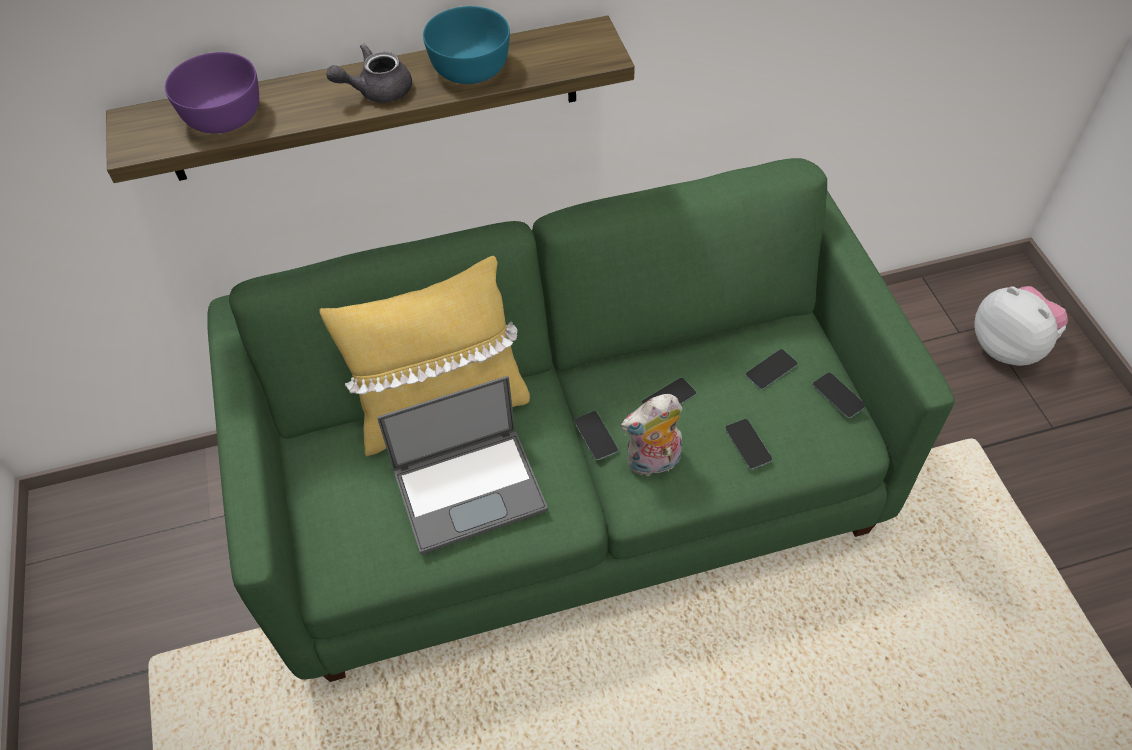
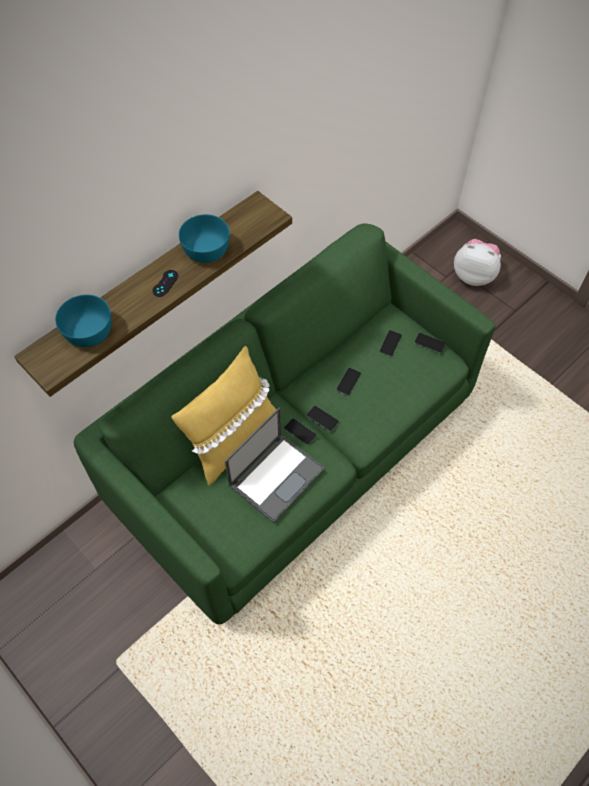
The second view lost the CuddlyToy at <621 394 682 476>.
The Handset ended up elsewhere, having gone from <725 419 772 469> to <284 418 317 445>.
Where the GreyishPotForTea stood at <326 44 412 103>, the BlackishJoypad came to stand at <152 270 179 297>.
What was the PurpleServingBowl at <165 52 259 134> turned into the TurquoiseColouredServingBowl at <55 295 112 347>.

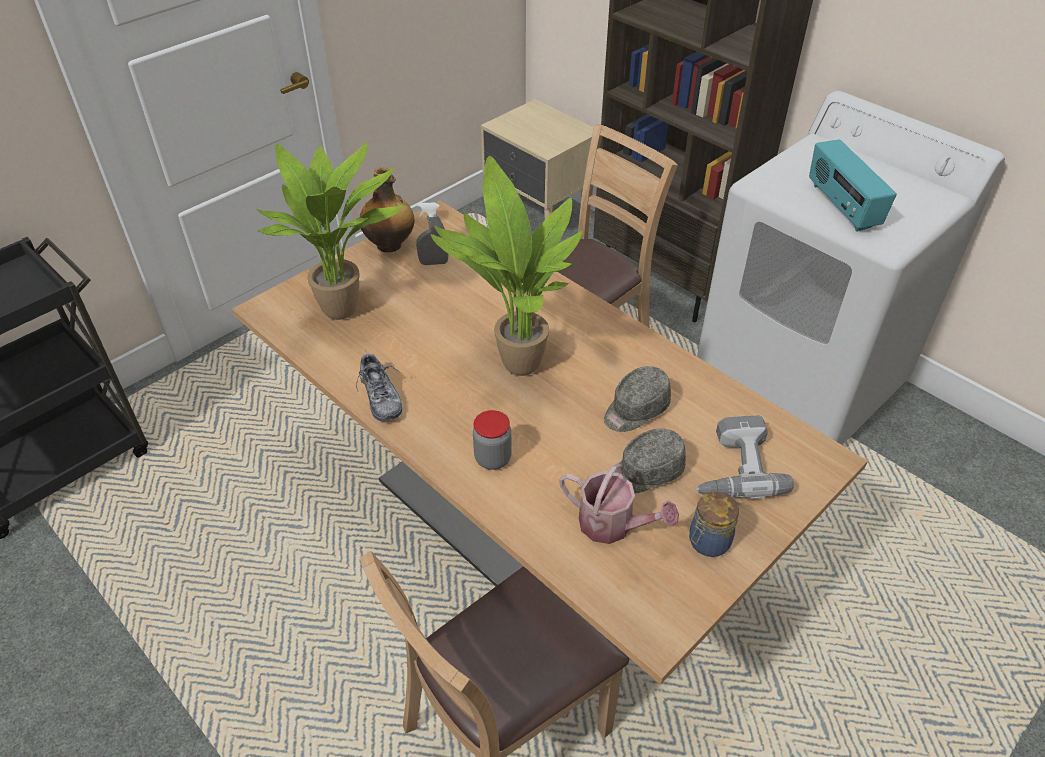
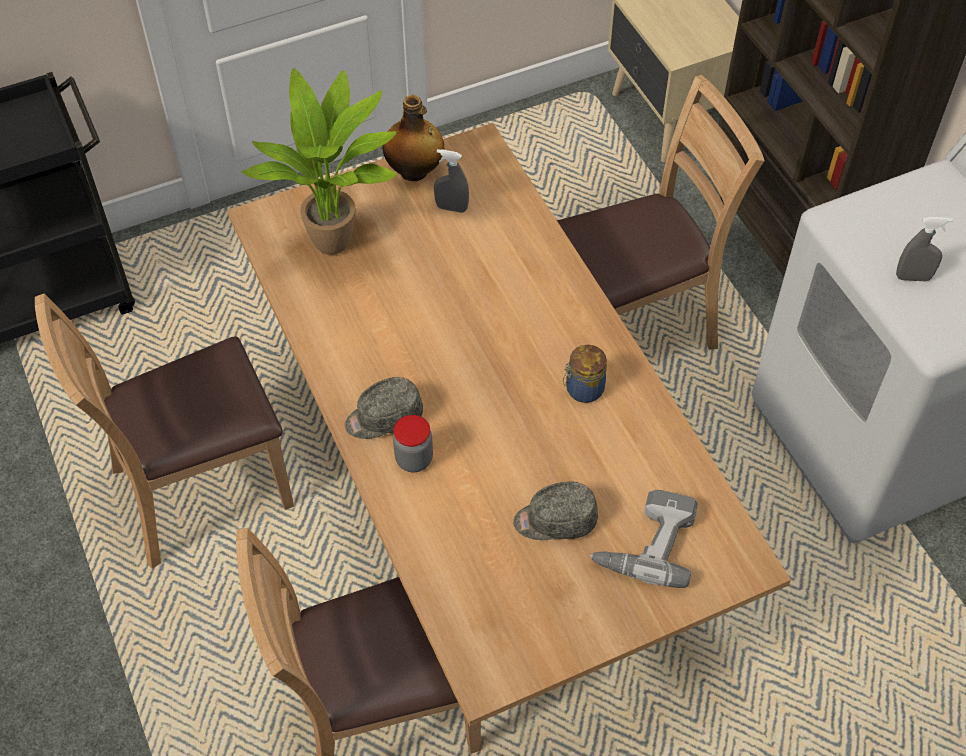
The second view lost the Shoe at <356 350 402 421>.
The second view lost the PottedPlant at <431 156 582 376>.
The second view lost the SprinklingCan at <559 463 679 544>.
The second view gained the BrownishPlainChair at <35 294 294 569>.
The GreyishBaseballCap ended up elsewhere, having gone from <604 366 671 432> to <345 377 423 439>.
The Jar ended up elsewhere, having gone from <689 491 739 557> to <563 345 607 403>.
Where the RadioReceiver stood at <809 139 897 232>, the GreyishSprayer came to stand at <896 217 953 281>.

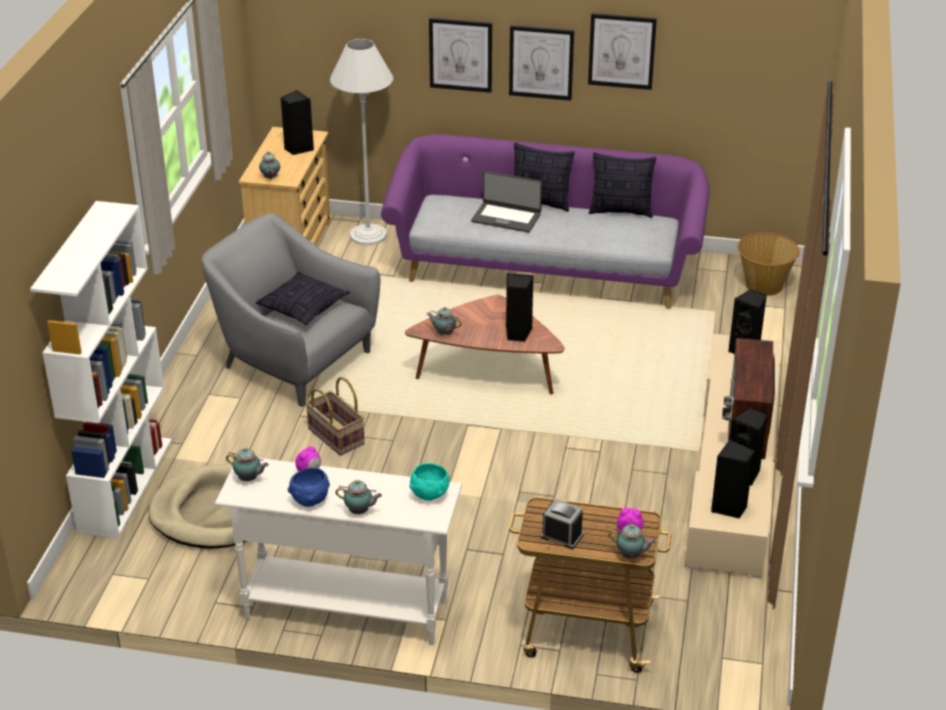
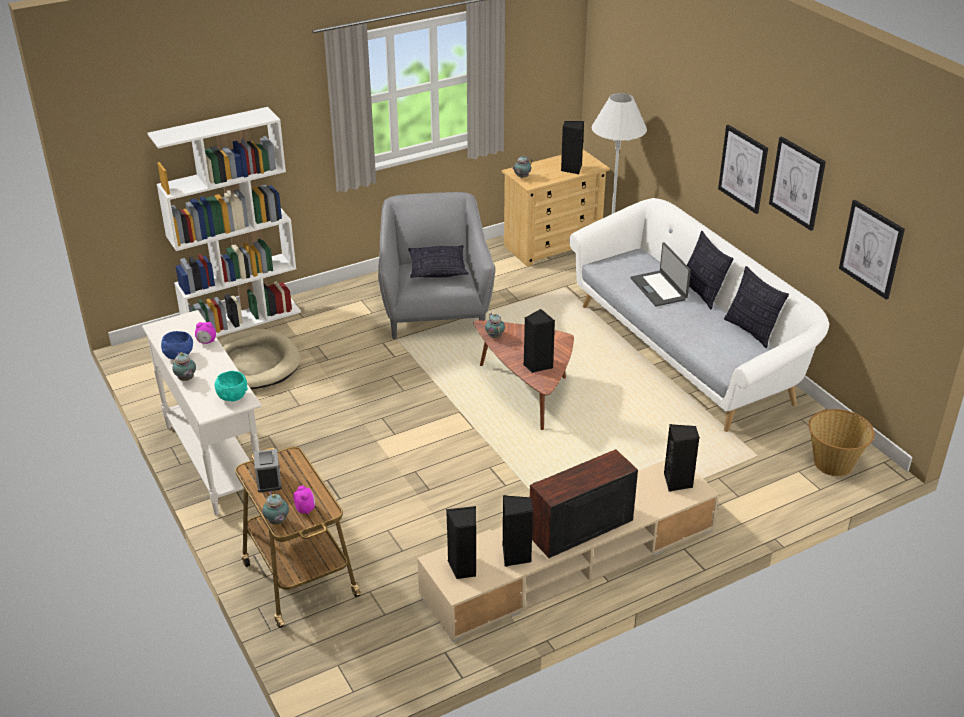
The second view lost the PotForTea at <226 448 269 481>.
The second view lost the StorageBasket at <305 377 365 456>.
The Picture ended up elsewhere, having gone from <429 18 492 93> to <839 200 905 300>.
What was the PurpleCouch at <381 134 710 309> turned into the WhiteCouch at <569 198 829 432>.

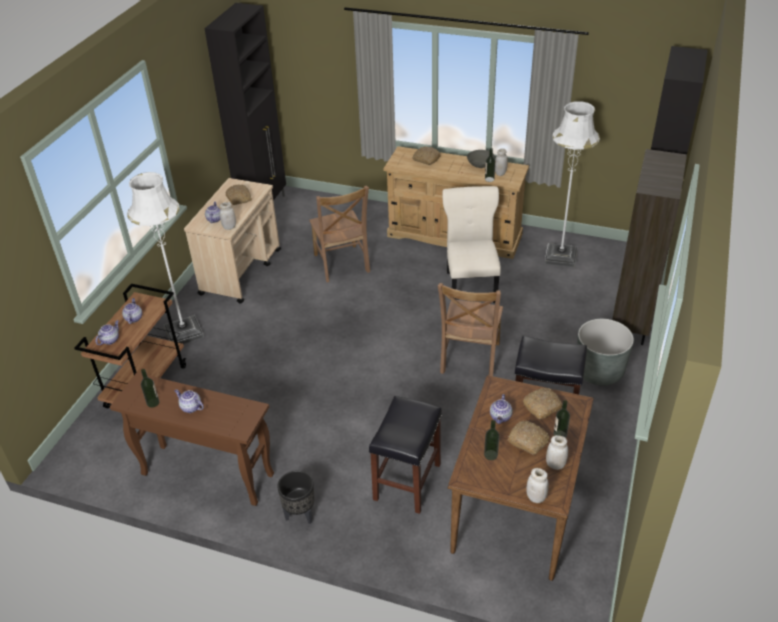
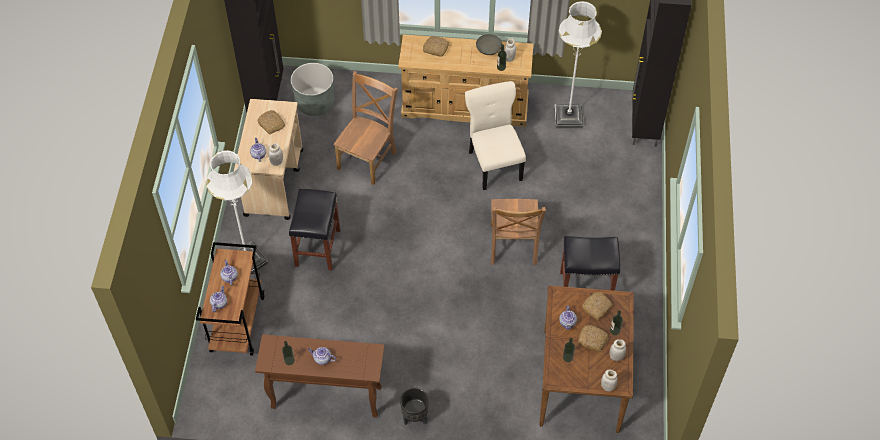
The second view lost the BrownishBookshelf at <612 149 687 345>.
The BlackishSittingStool ended up elsewhere, having gone from <369 396 442 514> to <289 189 341 271>.
The GreyishFlowerPot ended up elsewhere, having gone from <577 319 634 386> to <291 63 334 116>.
The BrownishPlainChair at <309 186 370 282> ended up facing another way, 120 degrees counterclockwise from before.

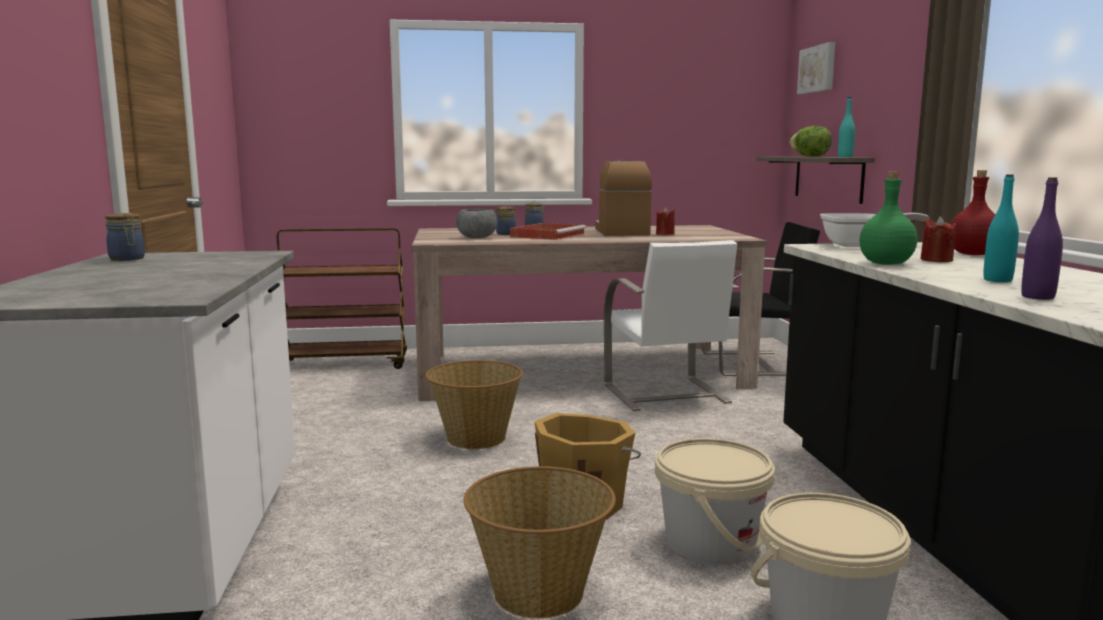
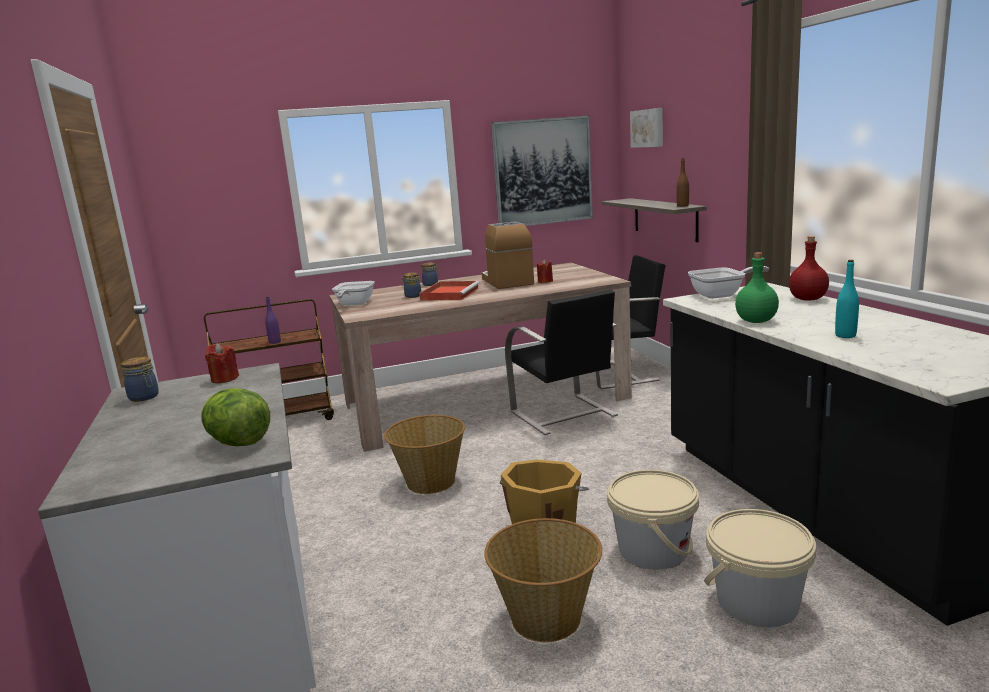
The second view lost the GreyishServingBowl at <456 209 498 238>.
The second view gained the Pan at <332 281 375 306>.
The second view gained the Picture at <491 115 593 226>.
The LettuceHead ended up elsewhere, having gone from <790 126 832 157> to <201 388 270 446>.
The RedWaxLight ended up elsewhere, having gone from <920 216 956 262> to <205 343 239 383>.
The PurpleBottle ended up elsewhere, having gone from <1021 177 1063 300> to <265 297 281 344>.
What was the WhitePlainChair at <604 240 739 411> turned into the BlackishPlainChair at <505 289 618 435>.
What was the TurquoiseColouredBottle at <838 97 855 157> turned into the BrownishBottle at <676 158 689 207>.

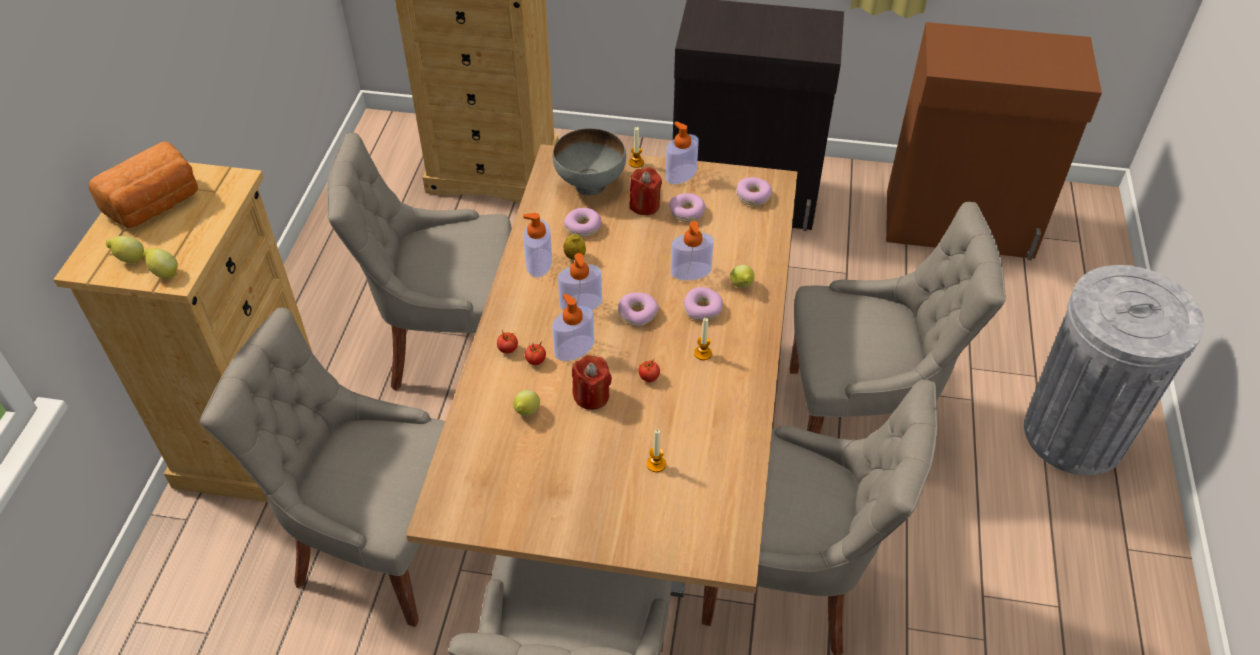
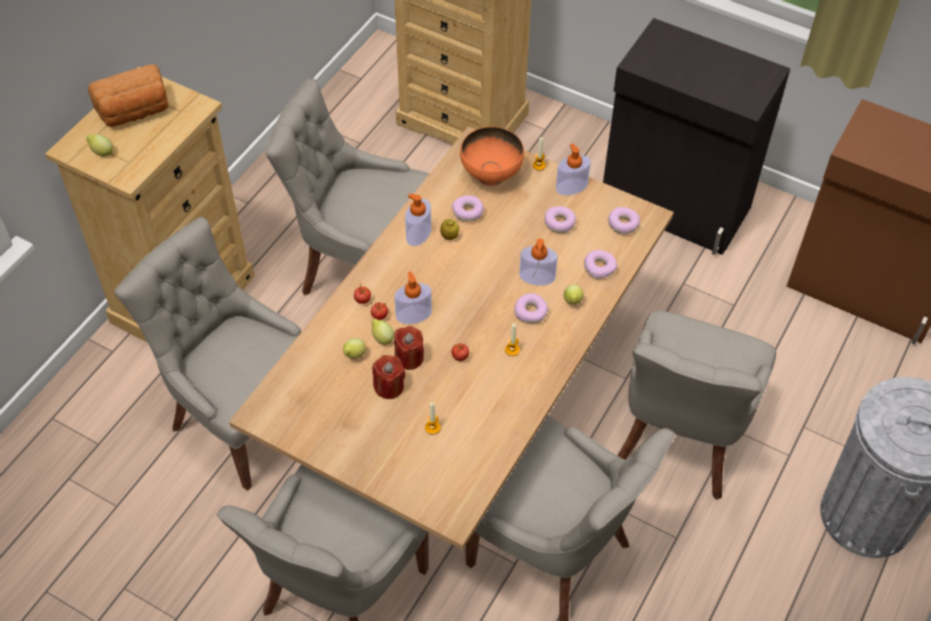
The second view lost the LiquidSoapBottle at <558 253 602 311>.
The Lemon ended up elsewhere, having gone from <143 248 178 278> to <372 319 394 345>.
The Doughnut ended up elsewhere, having gone from <618 293 658 326> to <584 250 617 279>.
The RedWaxLight ended up elsewhere, having gone from <629 167 662 215> to <372 355 406 399>.
What was the GreyishServingBowl at <553 128 626 196> turned into the OrangeColouredServingBowl at <460 127 524 186>.
The GreyishPlainChair at <790 202 1006 434> ended up facing another way, 90 degrees clockwise from before.

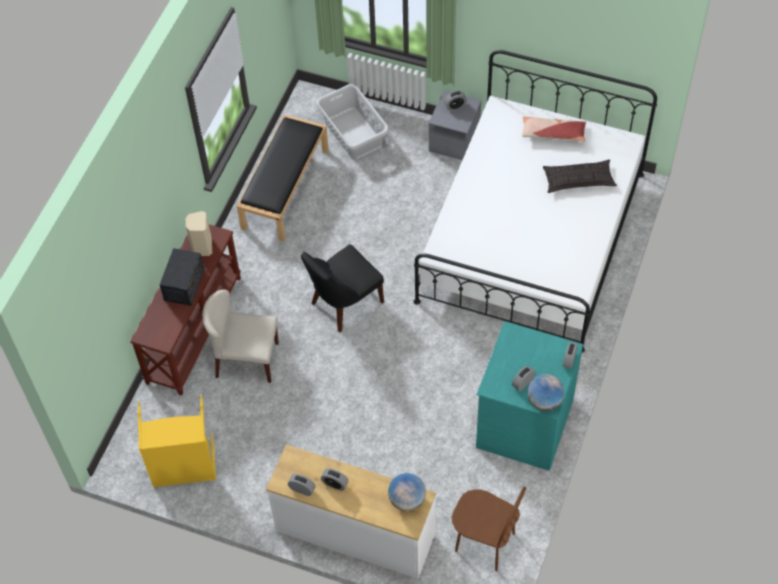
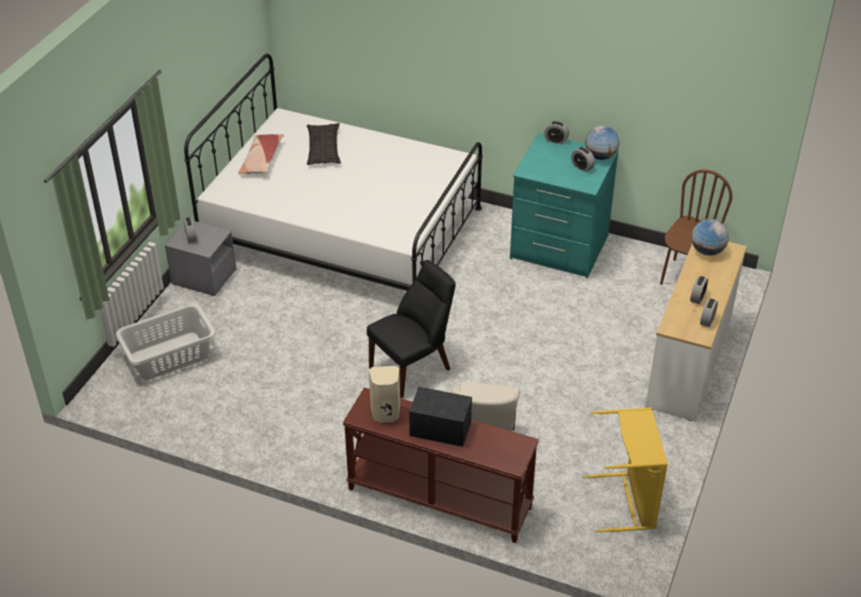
The second view lost the BlackishBench at <237 114 329 242>.
The BlackishPlainChair at <301 244 384 332> ended up facing another way, 90 degrees counterclockwise from before.

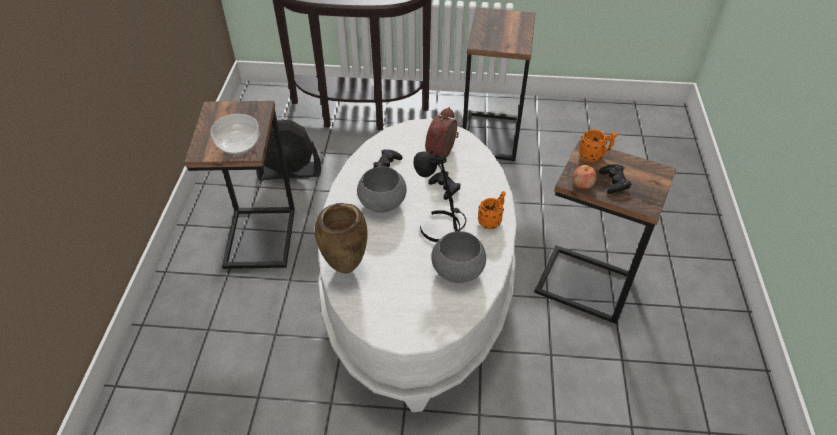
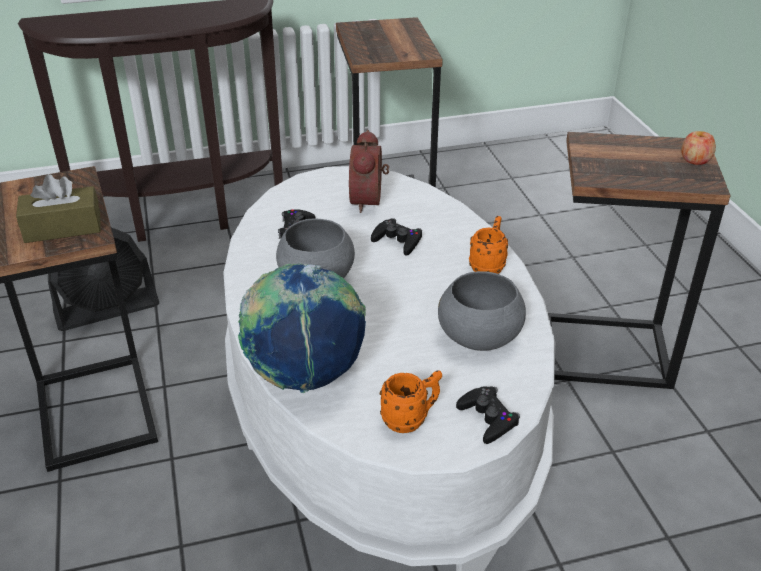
The second view lost the BlackishTabletopLamp at <413 151 466 242>.
The AppleFruit ended up elsewhere, having gone from <573 165 596 189> to <681 131 716 165>.
The OrangeColouredTeaMug ended up elsewhere, having gone from <579 129 618 162> to <380 370 442 433>.
The BlackishJoypad ended up elsewhere, having gone from <599 164 632 194> to <456 386 520 444>.
Where the ServingBowl stood at <211 114 260 154>, the BrownishBoxOfTissues came to stand at <16 174 101 243>.
Where the BrownishVase stood at <315 203 368 273>, the Globe came to stand at <238 263 366 393>.

